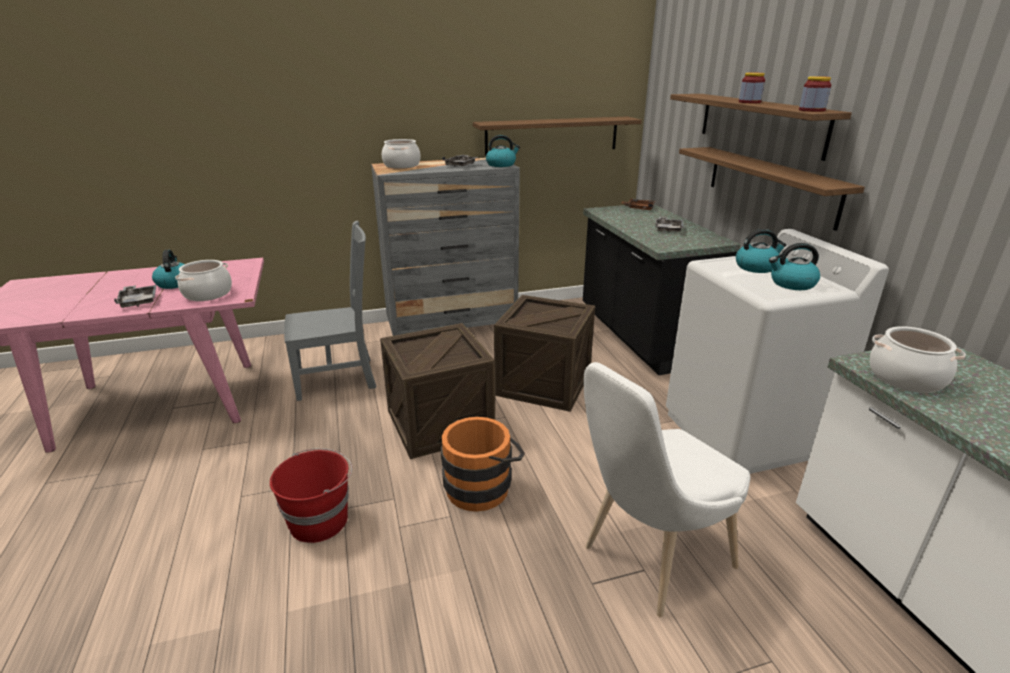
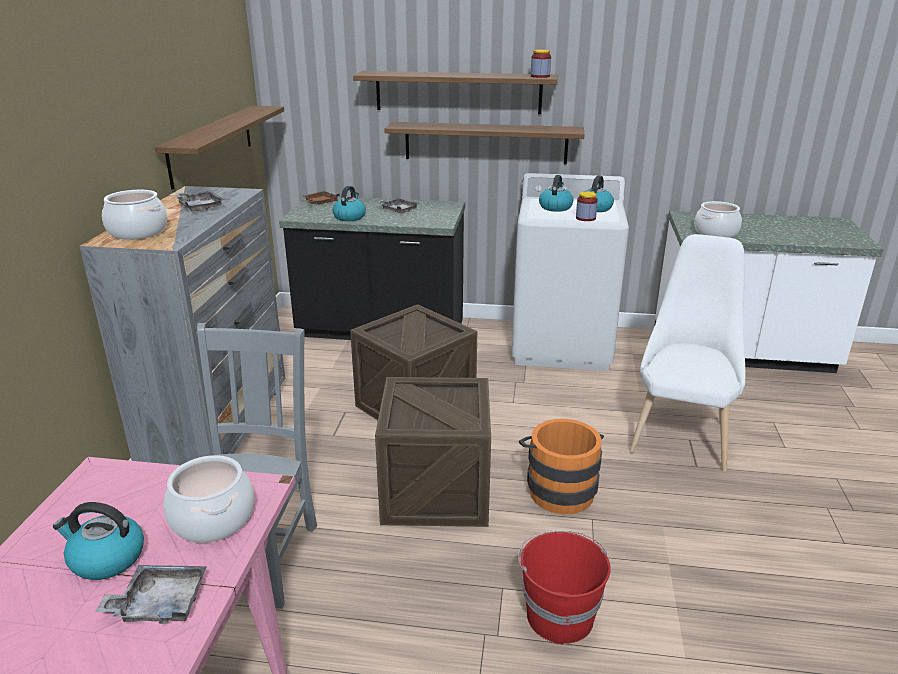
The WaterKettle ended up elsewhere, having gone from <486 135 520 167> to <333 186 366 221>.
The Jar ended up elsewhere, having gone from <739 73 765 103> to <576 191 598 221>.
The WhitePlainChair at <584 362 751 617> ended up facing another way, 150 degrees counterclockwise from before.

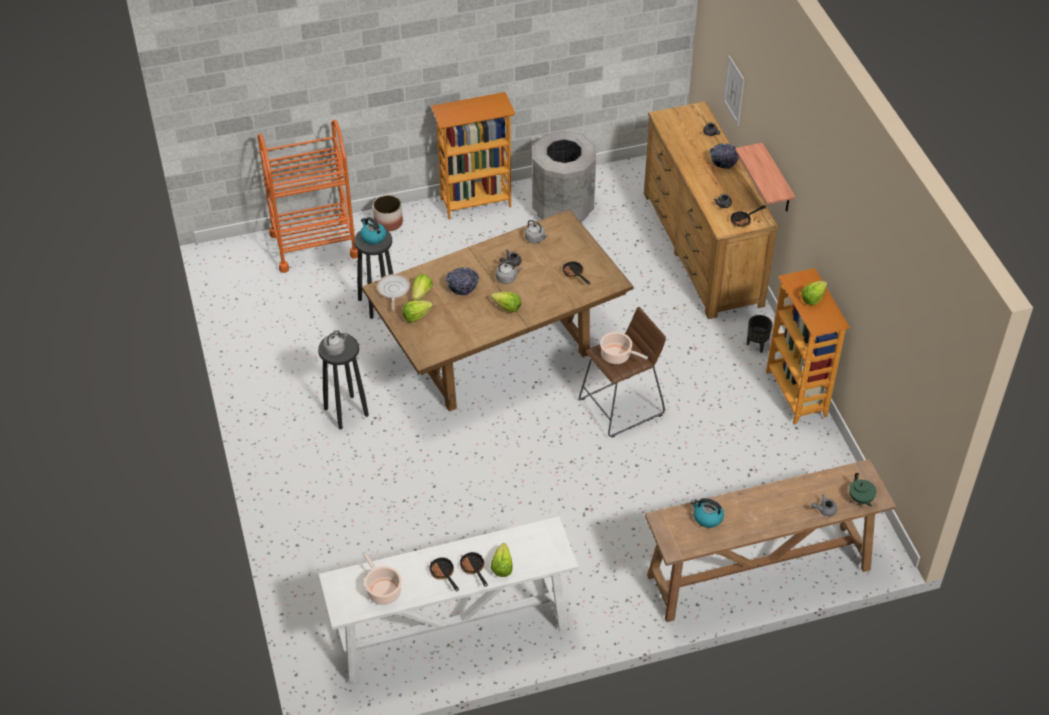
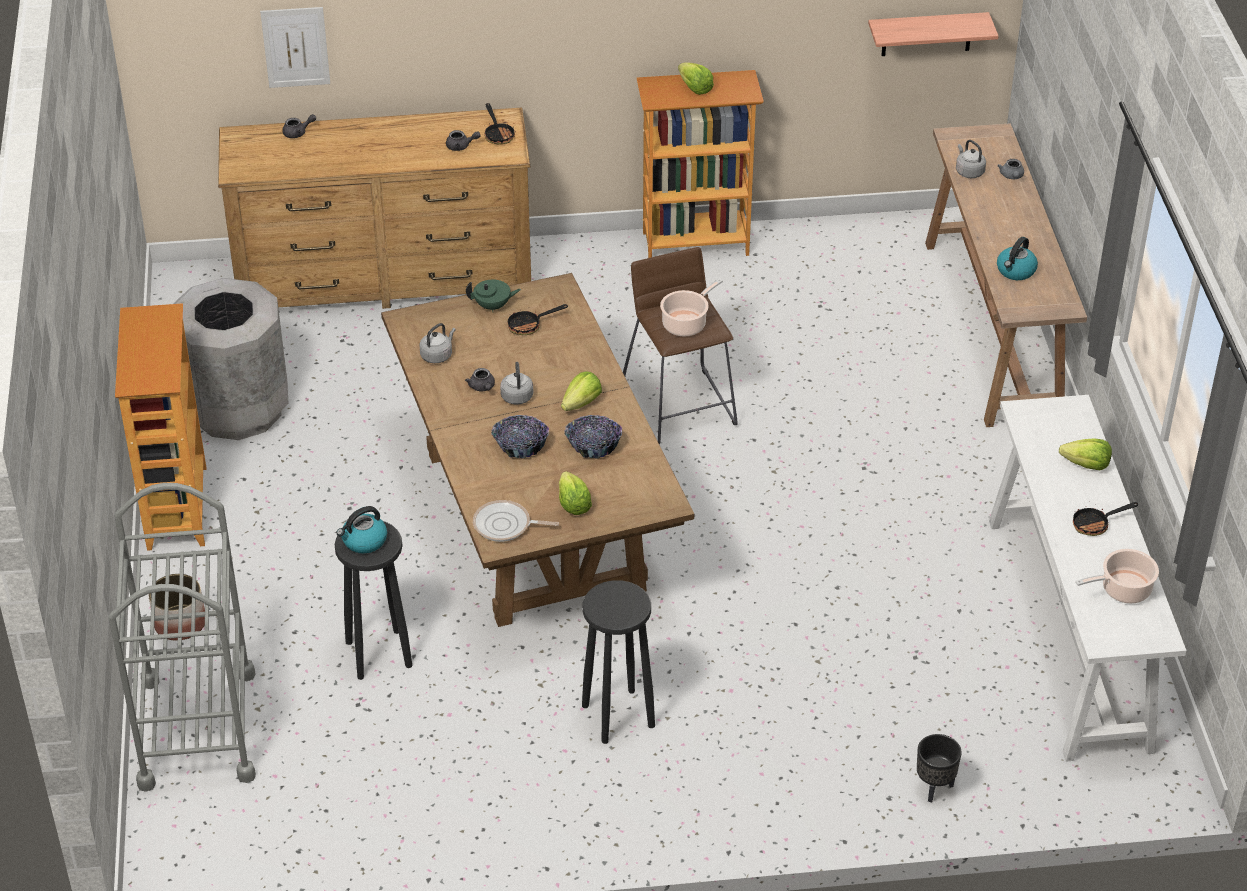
The second view lost the LettuceHead at <413 274 433 301>.
The second view lost the Pan at <460 552 488 587>.
The GreyishWaterKettle ended up elsewhere, having gone from <323 331 348 356> to <956 140 986 178>.
The ServingBowl ended up elsewhere, having gone from <709 143 740 169> to <564 415 622 459>.
The Shelf ended up elsewhere, having gone from <735 143 795 212> to <868 12 999 56>.
The BlackishFlowerPot ended up elsewhere, having gone from <747 315 773 353> to <917 734 962 802>.
The GreenPotForTea ended up elsewhere, having gone from <849 473 877 507> to <466 280 521 312>.
What was the OrangeColouredCart at <258 120 358 273> turned into the GreyishCart at <108 483 256 792>.

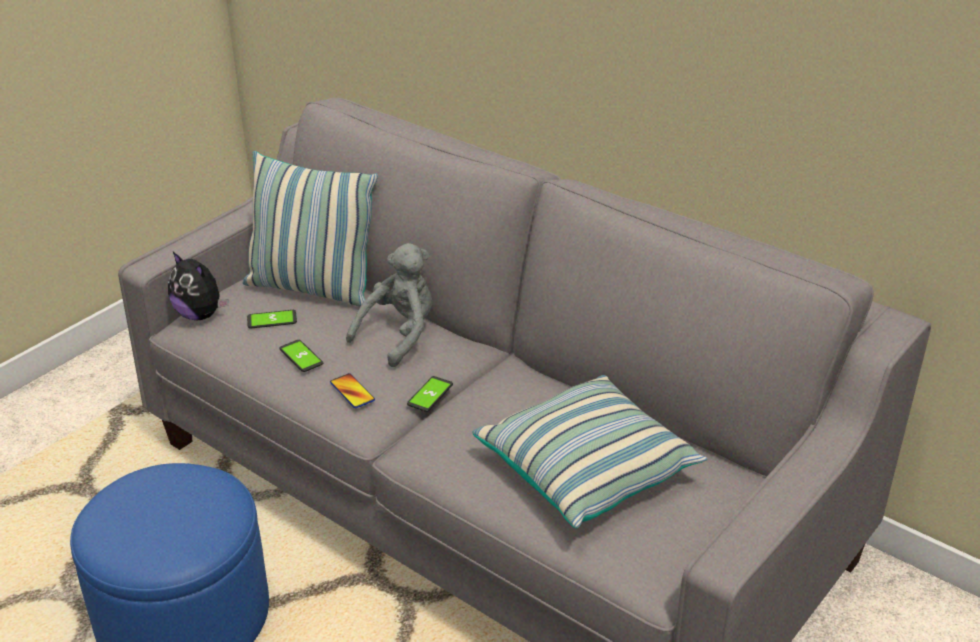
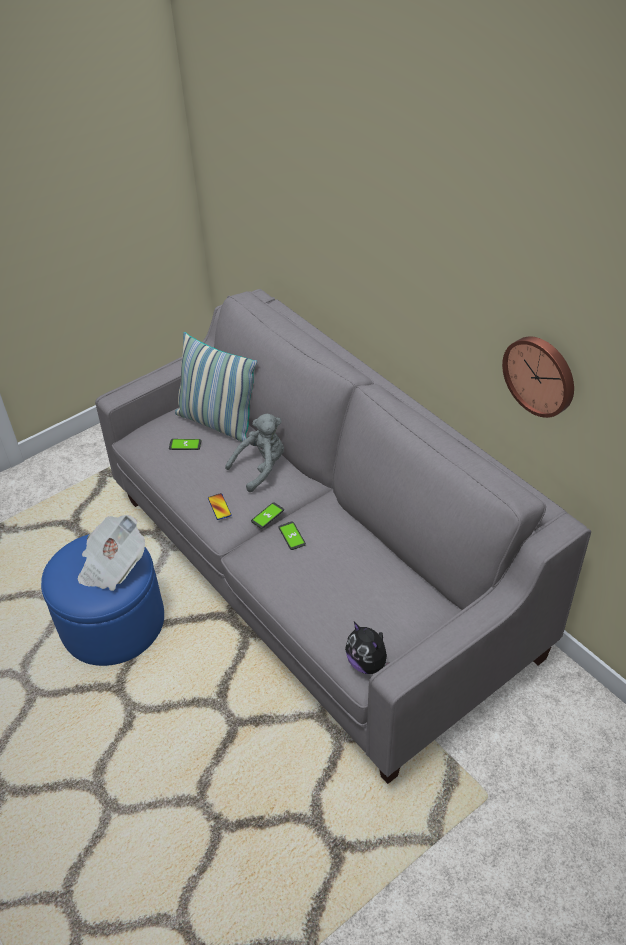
The second view lost the Pillow at <472 375 707 528>.
The second view gained the Newspaper at <78 515 145 591>.
The second view gained the WallClock at <502 336 574 418>.
The CuddlyToy ended up elsewhere, having gone from <168 252 229 320> to <345 622 389 674>.
The Handset ended up elsewhere, having gone from <279 340 323 372> to <278 522 306 550>.

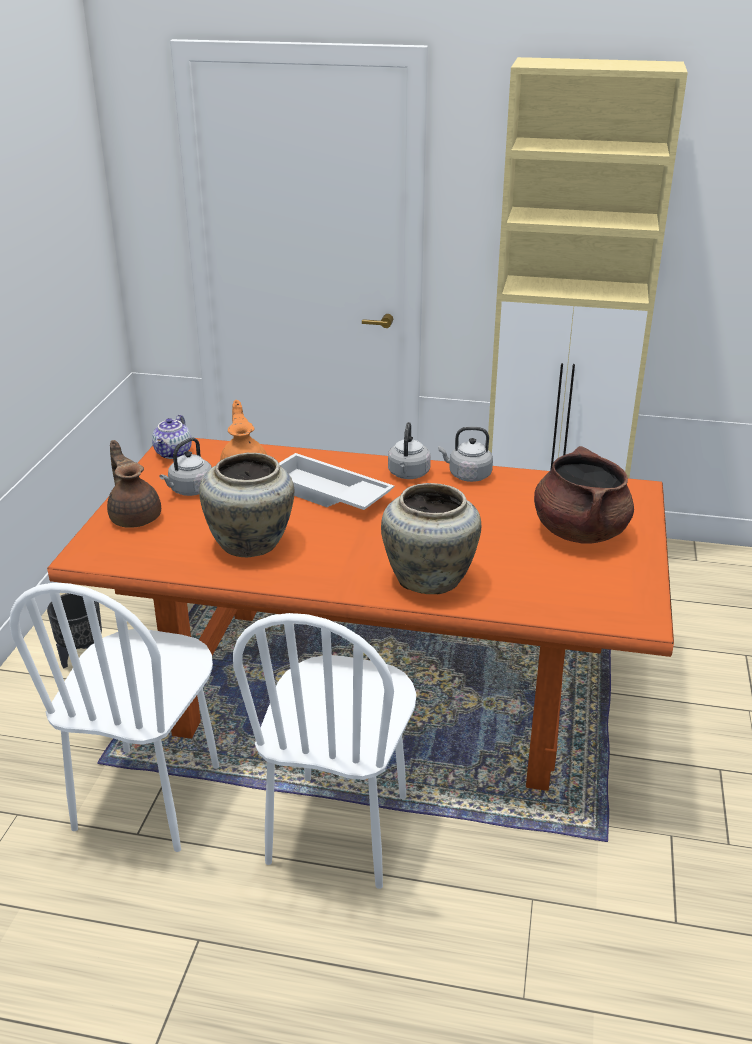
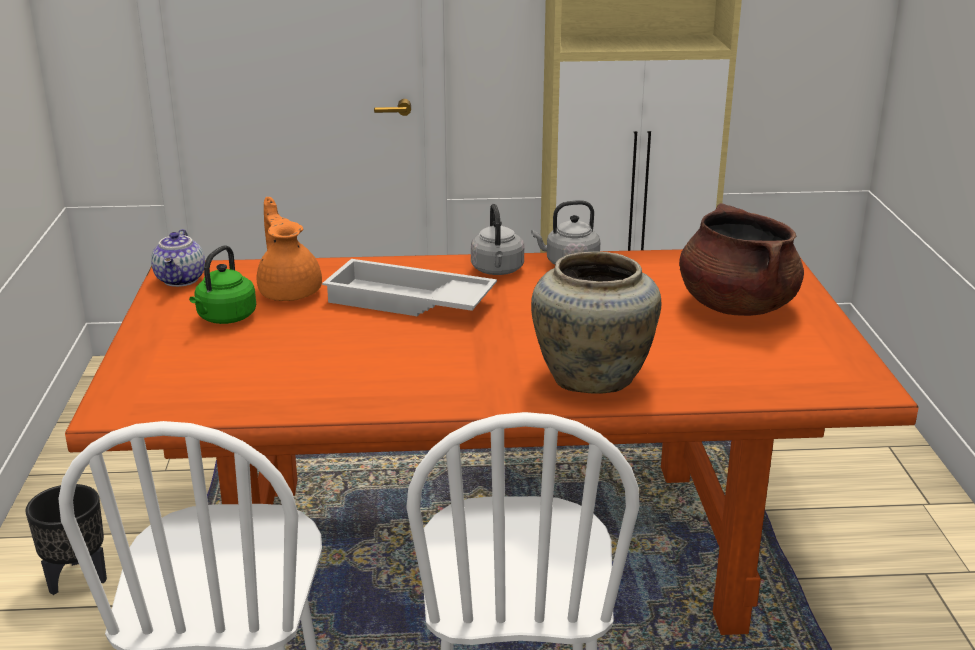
The second view lost the BrownishPotForTea at <107 440 161 528>.
The second view lost the BeigeColouredVase at <199 453 294 557>.
What was the GreyishWaterKettle at <159 438 212 496> turned into the GreenWaterKettle at <189 245 256 324>.

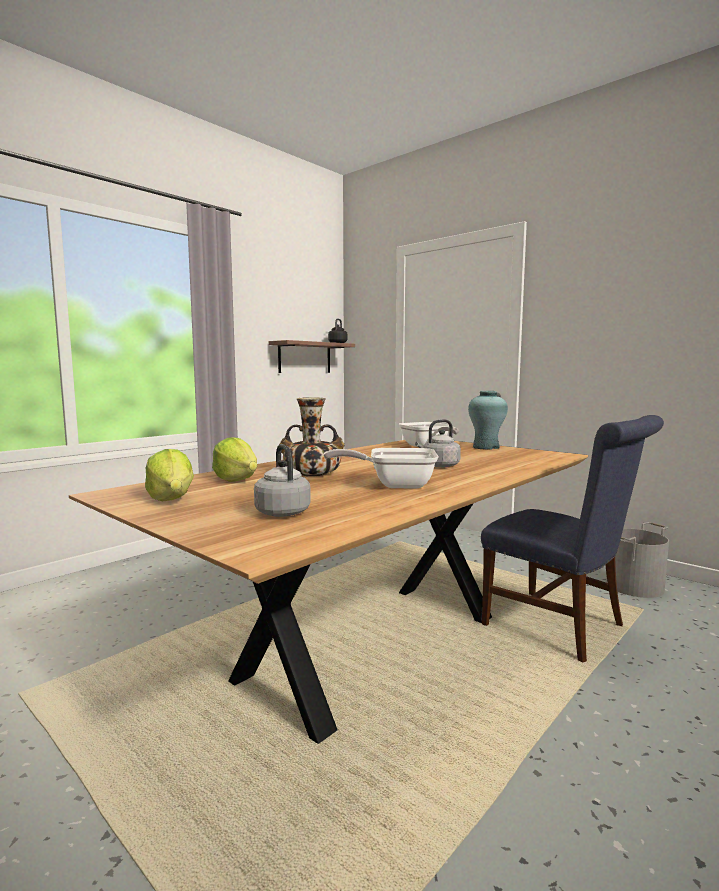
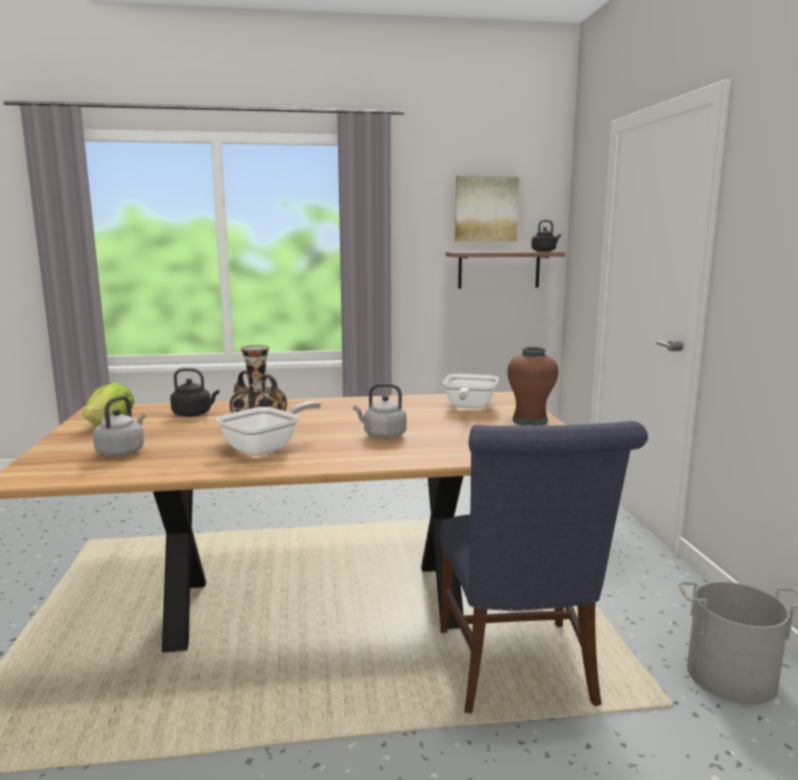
The second view gained the Picture at <455 176 519 241>.
Where the LettuceHead stood at <212 437 257 482>, the BlackishWaterKettle came to stand at <170 368 219 417>.
What was the TurquoiseColouredVase at <468 391 508 450> turned into the BrownishVase at <507 347 559 426>.
The Pan at <324 448 439 488> ended up facing another way, 90 degrees clockwise from before.

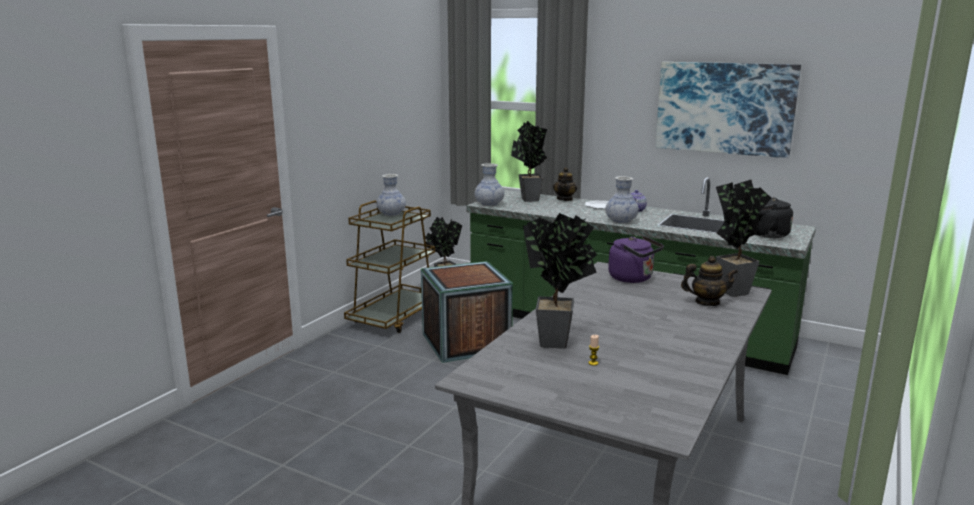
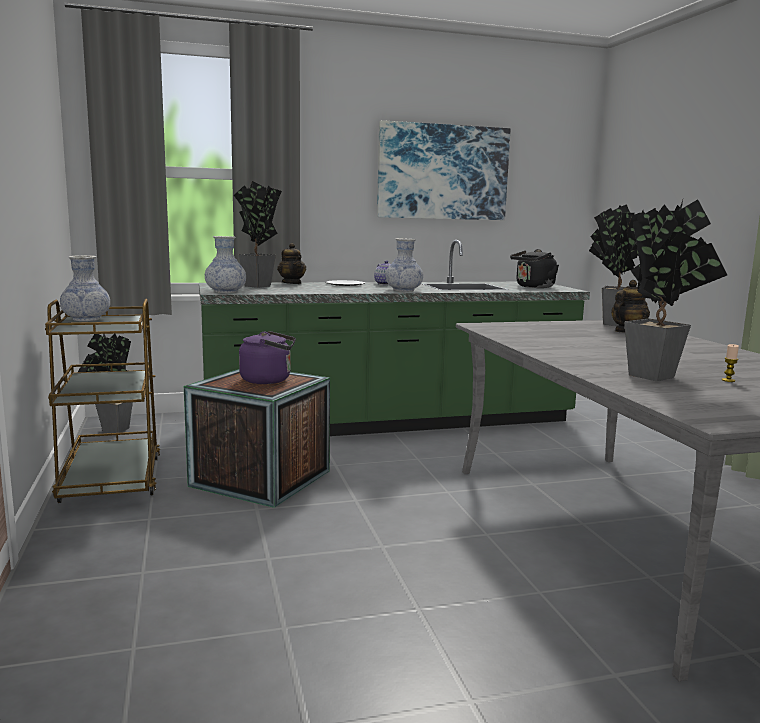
The PurpleWaterKettle ended up elsewhere, having gone from <608 236 664 283> to <239 331 296 384>.

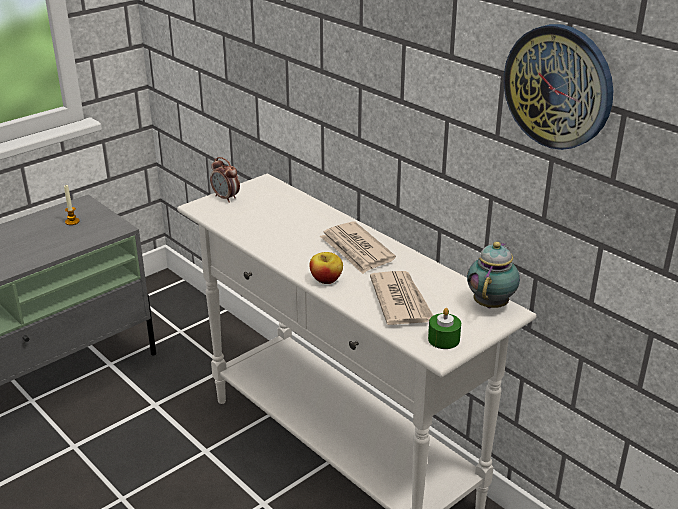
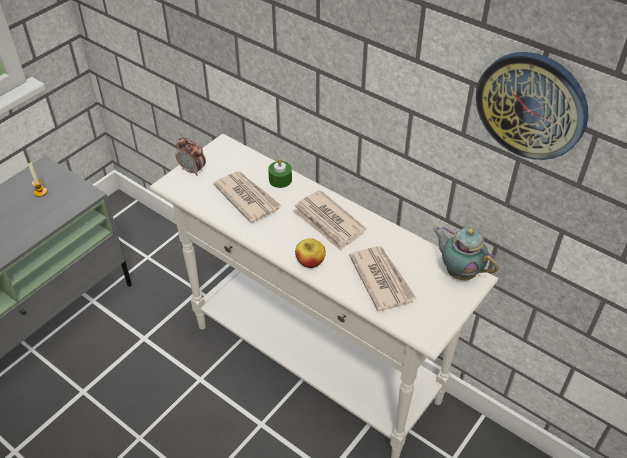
The second view gained the Newspaper at <213 171 282 223>.
The GreenWaxLight ended up elsewhere, having gone from <428 308 461 349> to <268 159 292 188>.
The PotForTea at <467 242 520 308> ended up facing another way, 60 degrees counterclockwise from before.

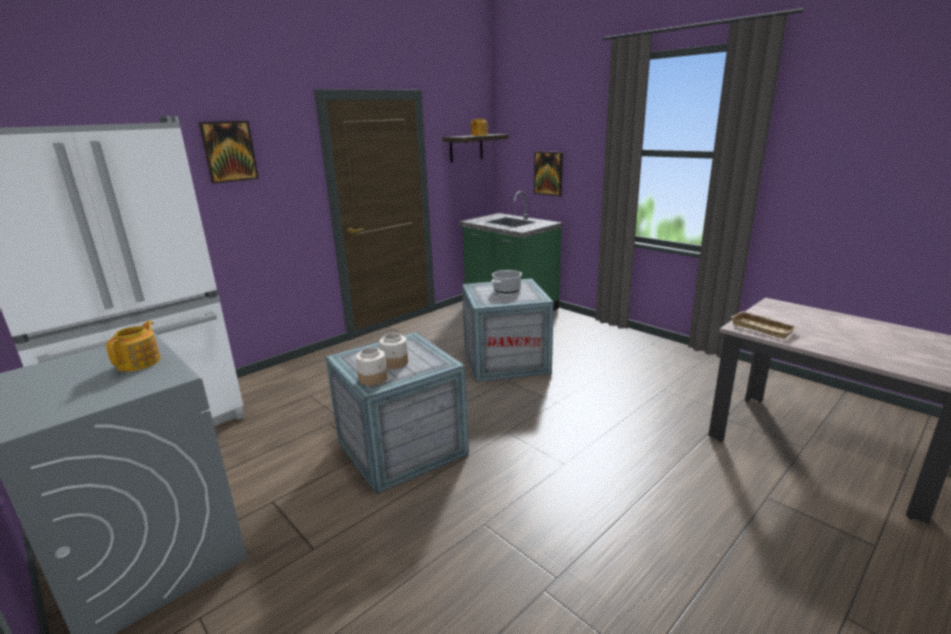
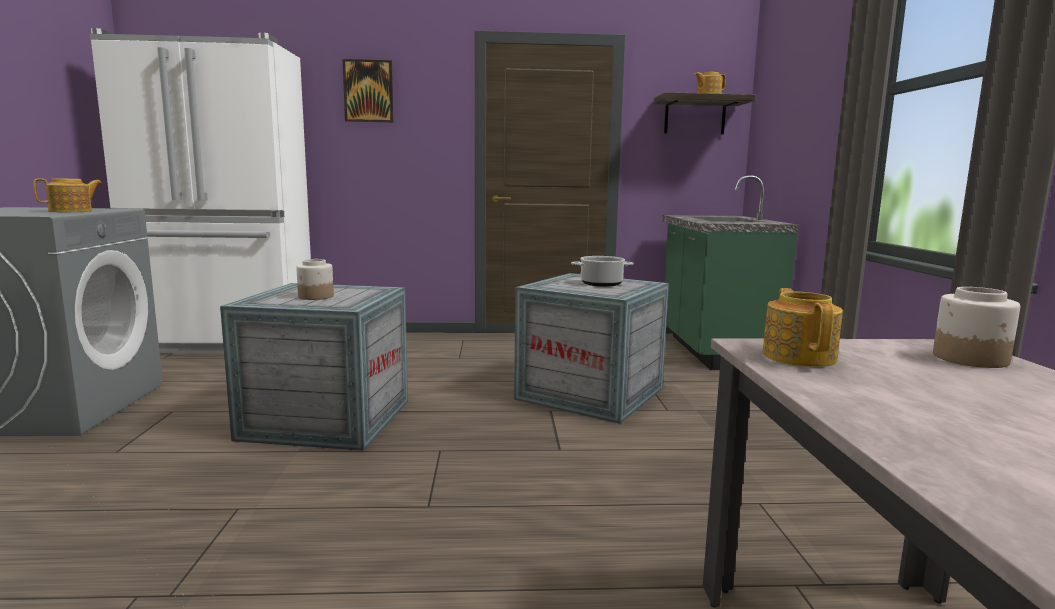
The second view lost the Picture at <534 151 563 196>.
The Jar ended up elsewhere, having gone from <356 347 387 386> to <933 287 1020 368>.
Where the BeigeColouredServingTray stood at <731 311 798 339>, the PotForTea came to stand at <762 288 843 367>.

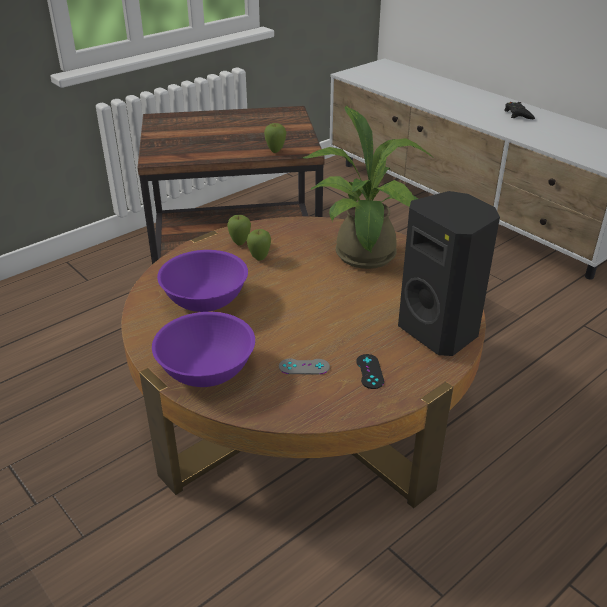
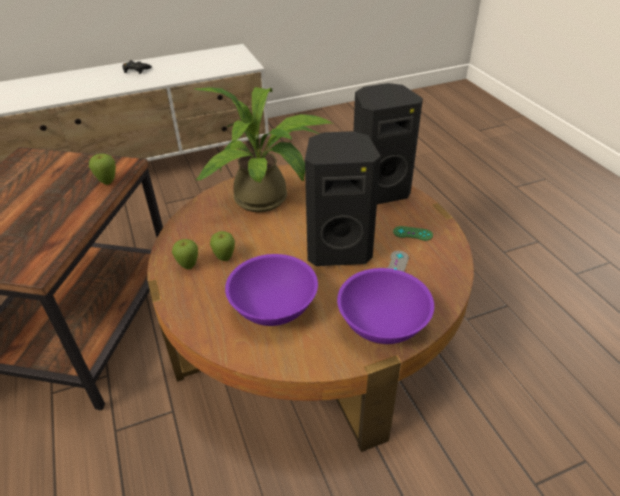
The second view gained the BlackishAudioSpeaker at <305 131 381 266>.
What was the BlackishJoypad at <356 354 384 389> turned into the GreenJoypad at <393 226 433 241>.

